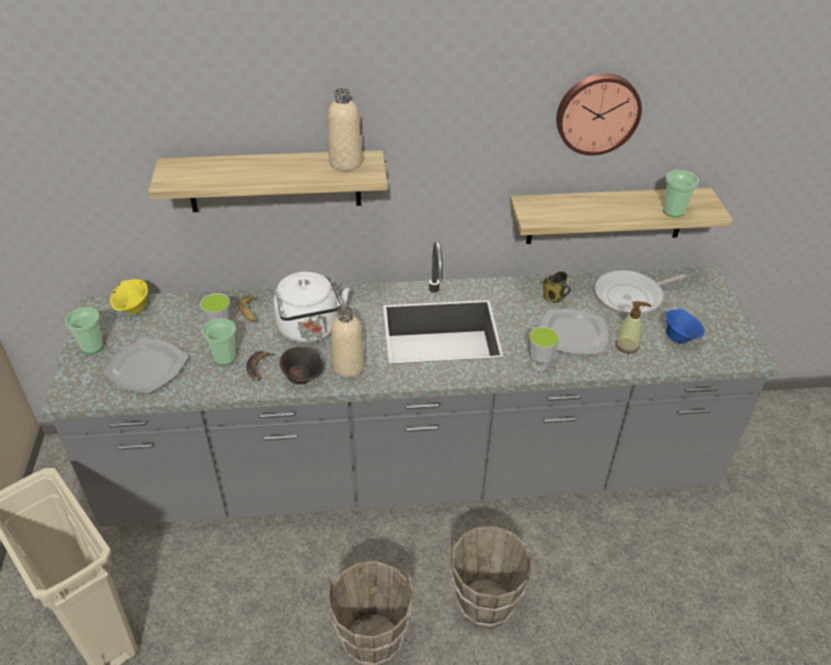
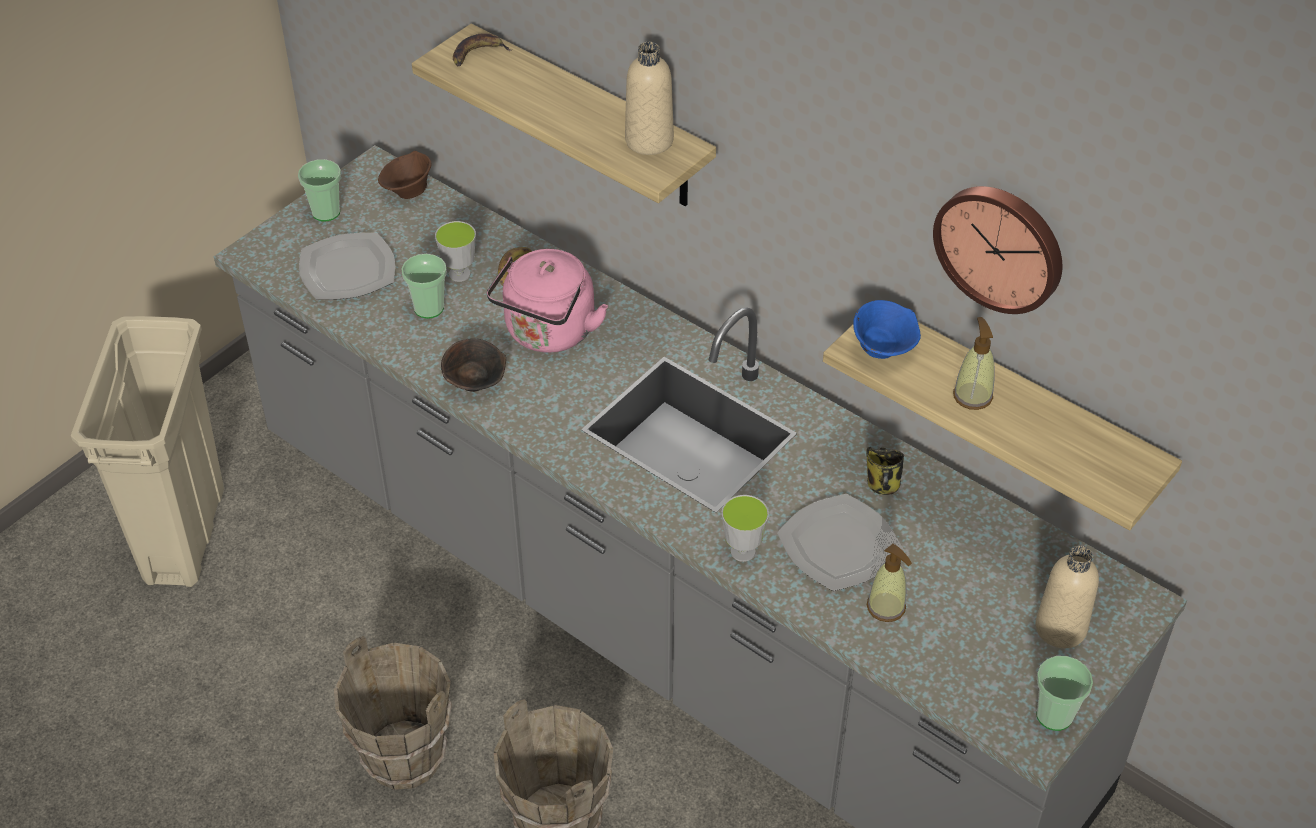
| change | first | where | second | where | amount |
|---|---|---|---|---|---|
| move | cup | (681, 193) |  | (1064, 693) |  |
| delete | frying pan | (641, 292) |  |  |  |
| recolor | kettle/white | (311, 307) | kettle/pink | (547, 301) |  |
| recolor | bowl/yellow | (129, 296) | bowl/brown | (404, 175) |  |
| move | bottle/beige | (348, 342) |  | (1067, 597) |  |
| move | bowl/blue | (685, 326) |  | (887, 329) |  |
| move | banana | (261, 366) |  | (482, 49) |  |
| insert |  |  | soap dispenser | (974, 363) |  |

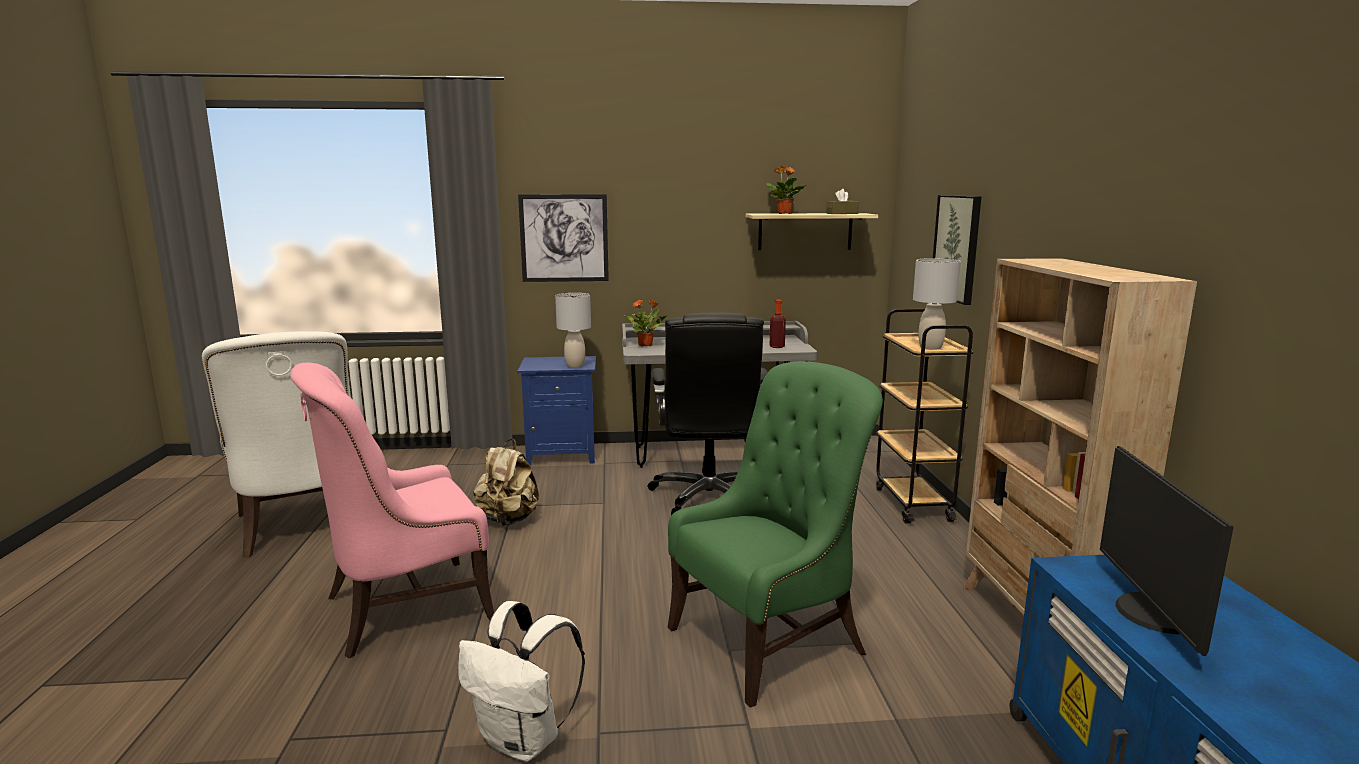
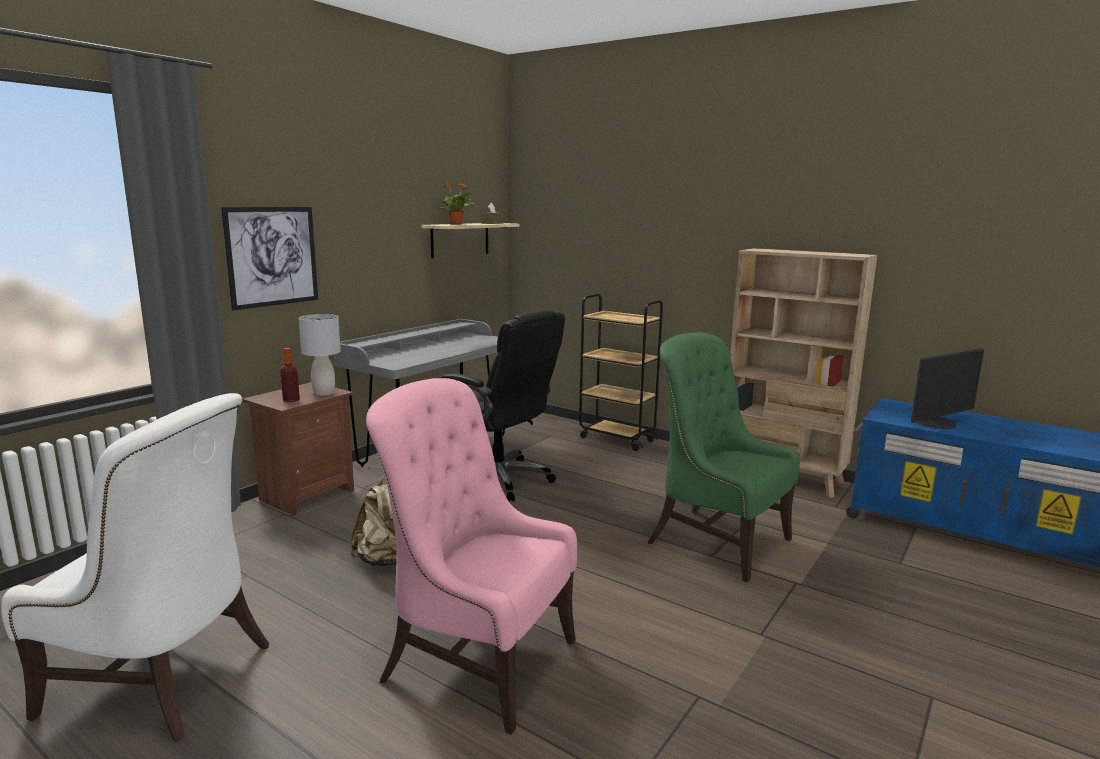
| change | first | where | second | where | amount |
|---|---|---|---|---|---|
| delete | picture | (957, 250) |  |  |  |
| delete | table lamp/grey | (937, 304) |  |  |  |
| delete | potted plant | (646, 323) |  |  |  |
| move | bottle | (777, 324) |  | (290, 375) |  |
| recolor | nightstand/blue | (557, 410) | nightstand/brown | (298, 449) |  |
| rotate | chair/green | (775, 534) |  | (724, 457) | 60 degrees counterclockwise |
| rotate | chair/pink | (392, 510) |  | (471, 556) | 105 degrees clockwise |
| rotate | monitor | (1167, 551) |  | (947, 389) | 75 degrees counterclockwise |
| delete | backpack/white | (521, 681) |  |  |  |

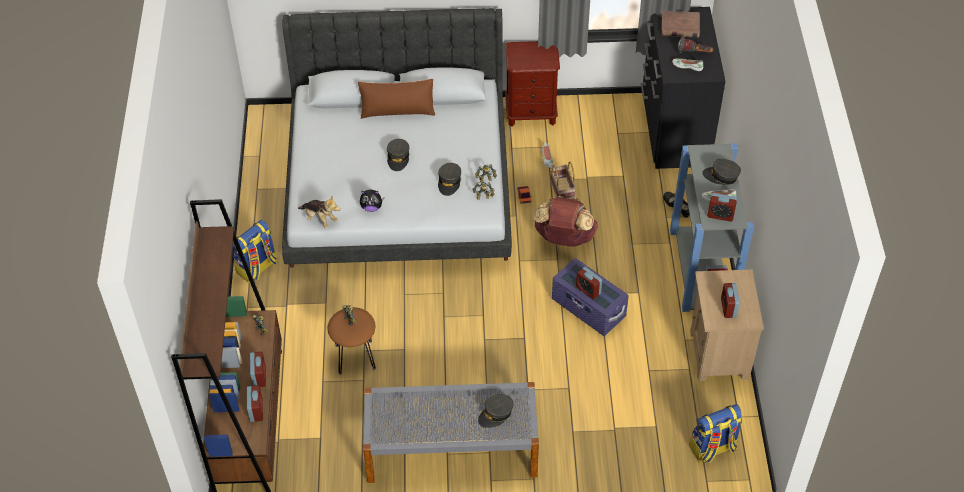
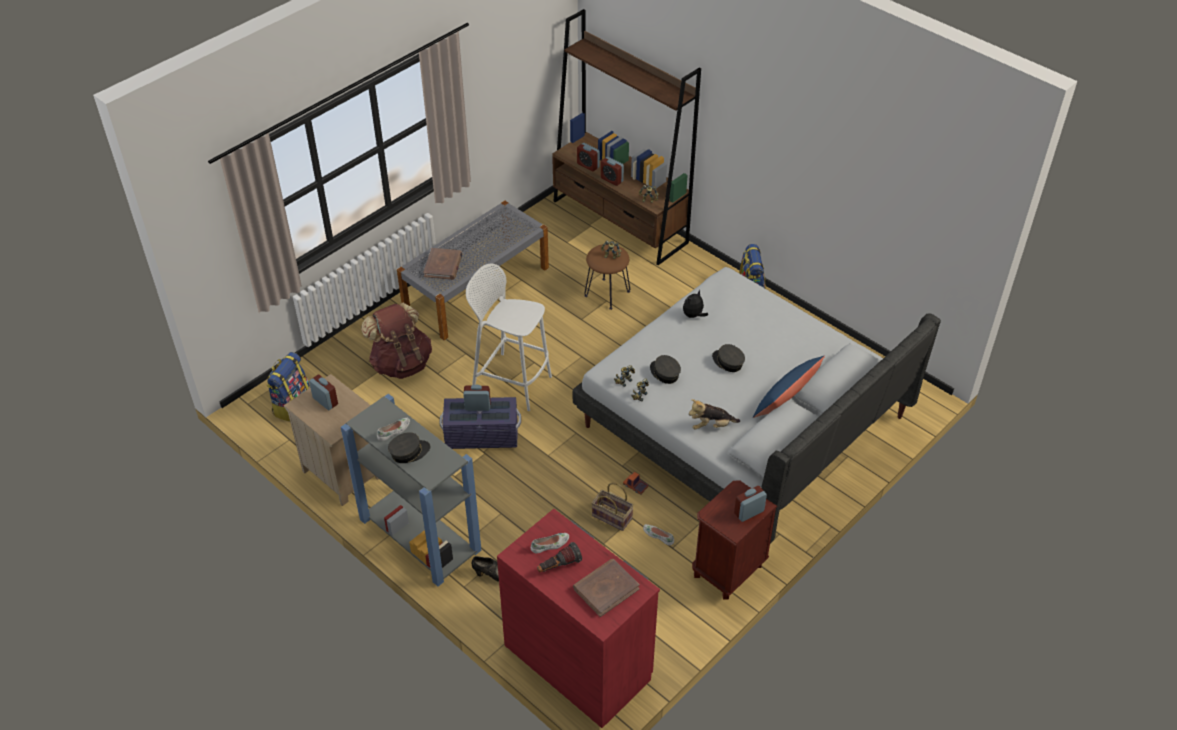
| change | first | where | second | where | amount |
|---|---|---|---|---|---|
| recolor | dresser/black | (683, 88) | dresser/red | (578, 618) |  |
| recolor | pillow/brown | (396, 99) | pillow/blue | (789, 387) |  |
| move | alarm clock | (722, 207) |  | (750, 504) |  |
| move | plush toy | (319, 212) |  | (714, 414) |  |
| move | backpack/brown | (565, 221) |  | (396, 341) |  |
| replace | cap/grey | (495, 411) | book/brown | (443, 264) |  |
| insert |  |  | stool/white | (509, 337) |  |

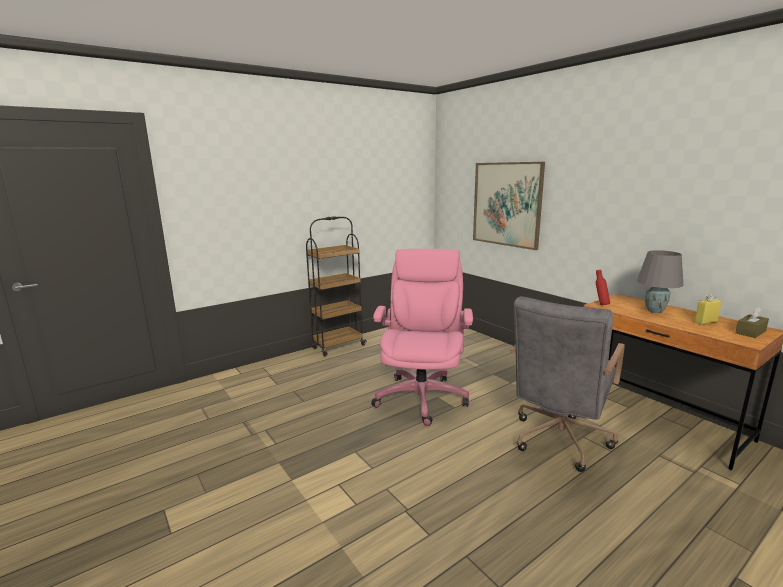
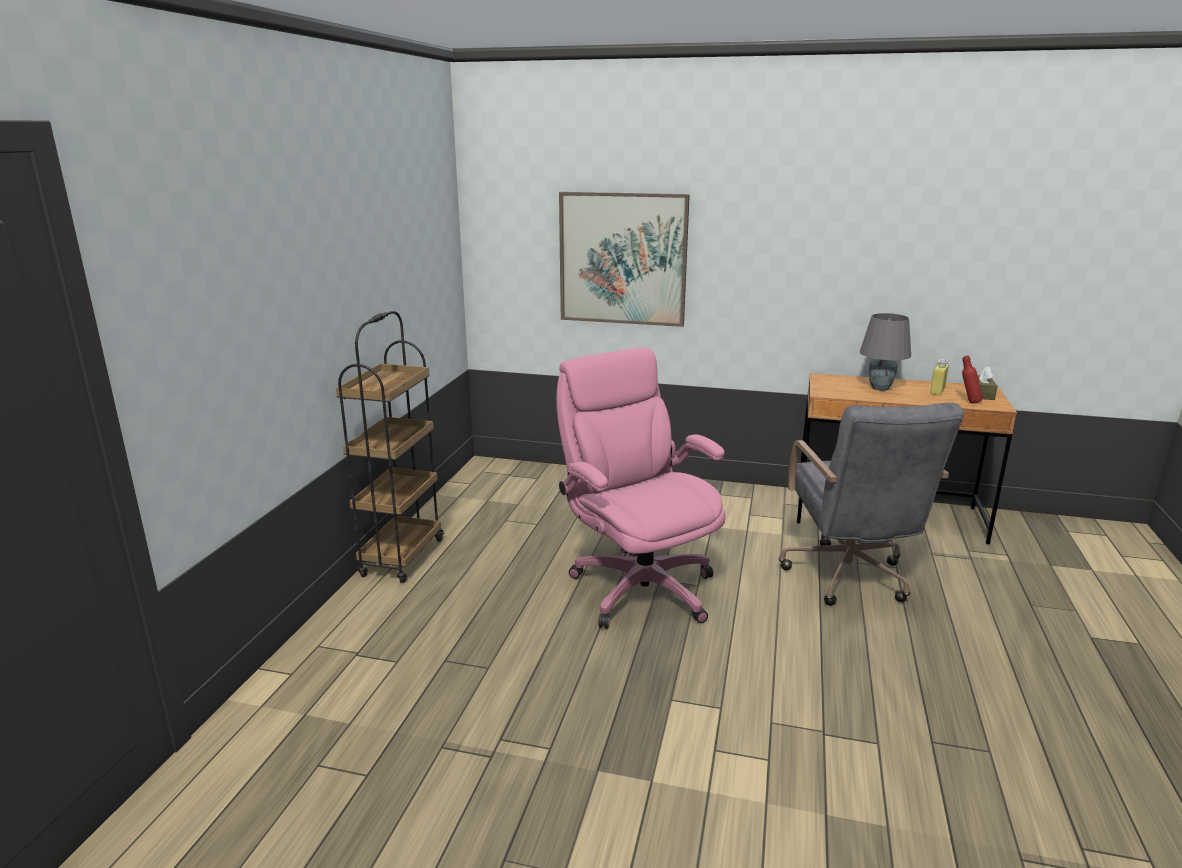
| change | first | where | second | where | amount |
|---|---|---|---|---|---|
| move | bottle/red | (602, 288) |  | (972, 379) |  |

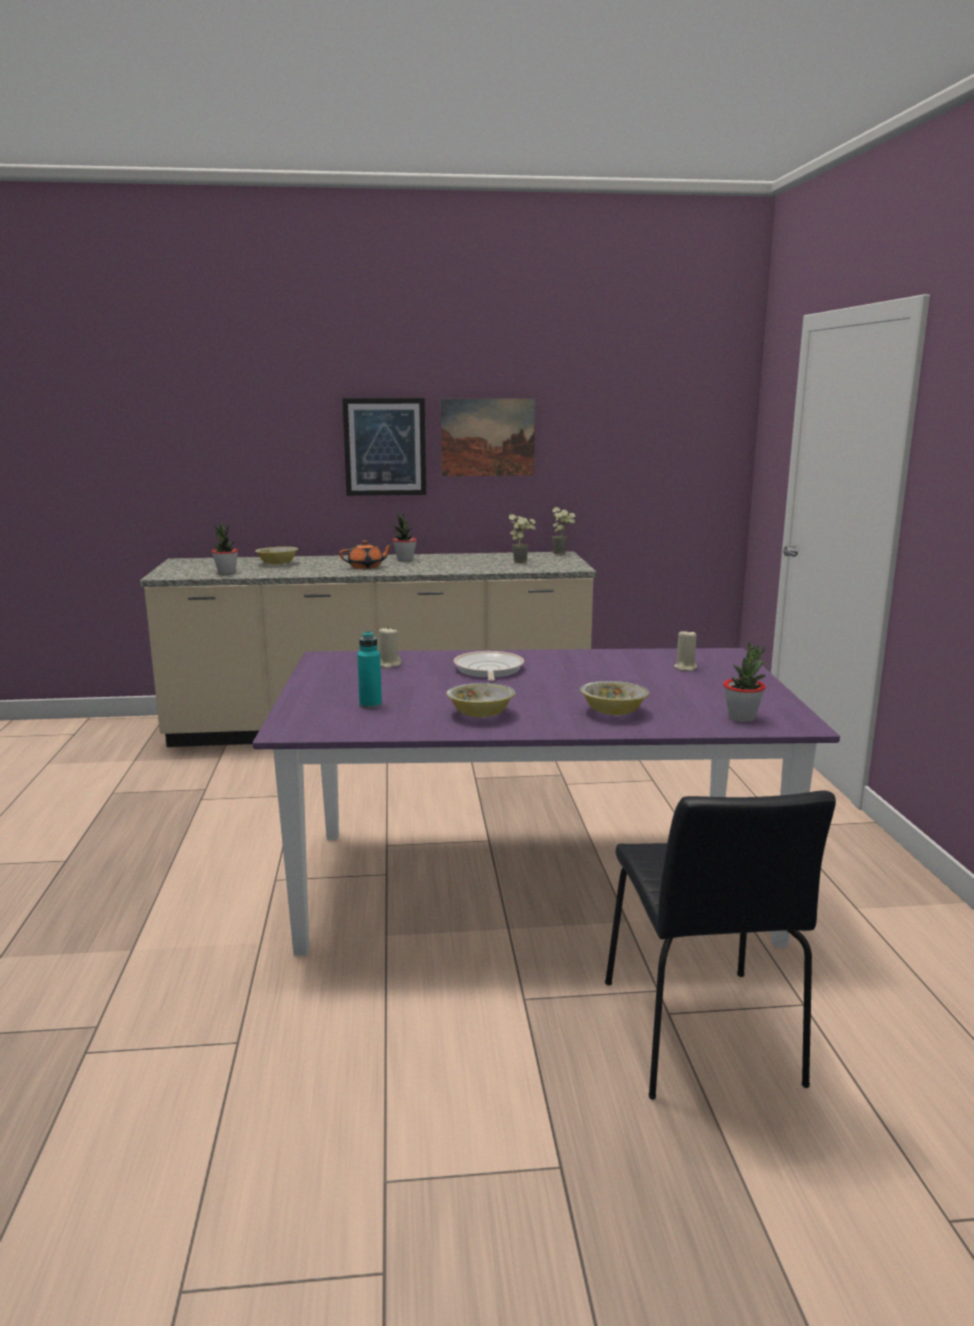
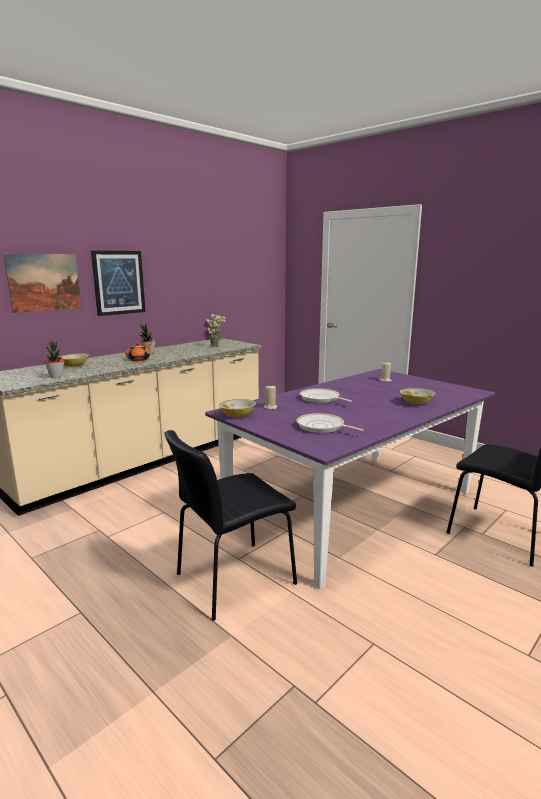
| change | first | where | second | where | amount |
|---|---|---|---|---|---|
| move | picture | (488, 437) |  | (43, 283) |  |
| replace | bottle/turquoise | (369, 670) | frying pan | (330, 423) |  |
| delete | potted plant | (744, 682) |  |  |  |
| move | bowl | (480, 700) |  | (237, 408) |  |
| insert |  |  | chair/black | (230, 525) |  |

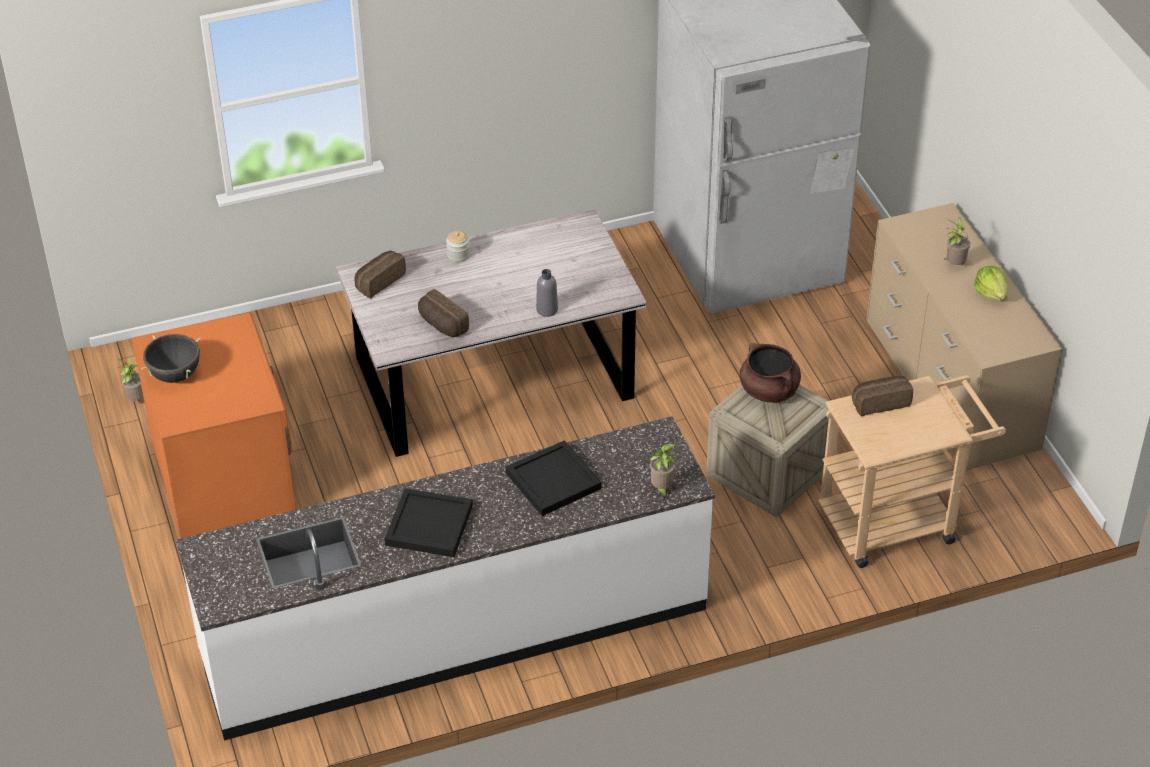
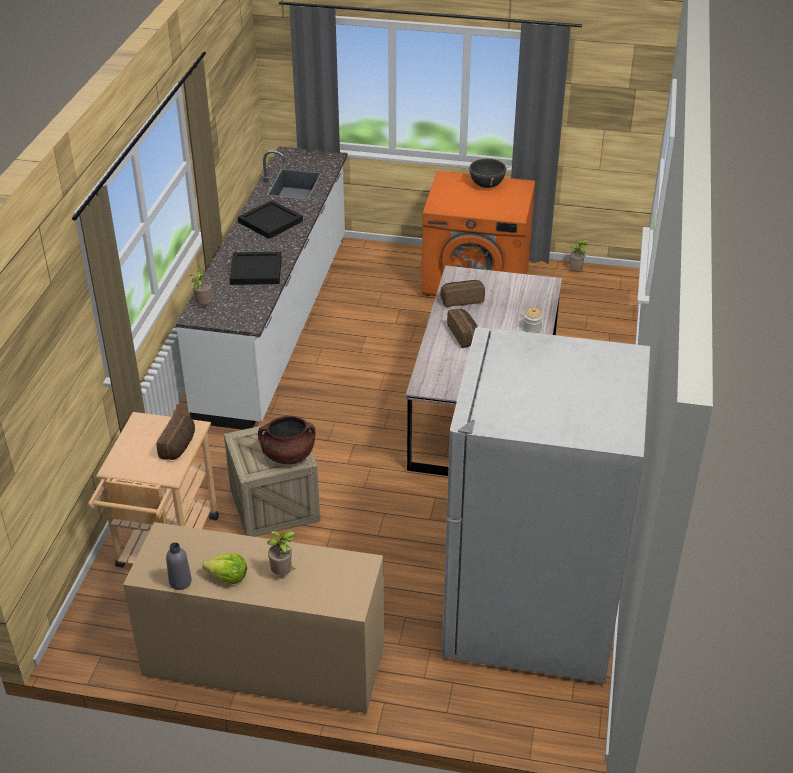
| change | first | where | second | where | amount |
|---|---|---|---|---|---|
| move | bread | (380, 274) |  | (462, 328) |  |
| move | bottle/grey | (547, 293) |  | (179, 566) |  |

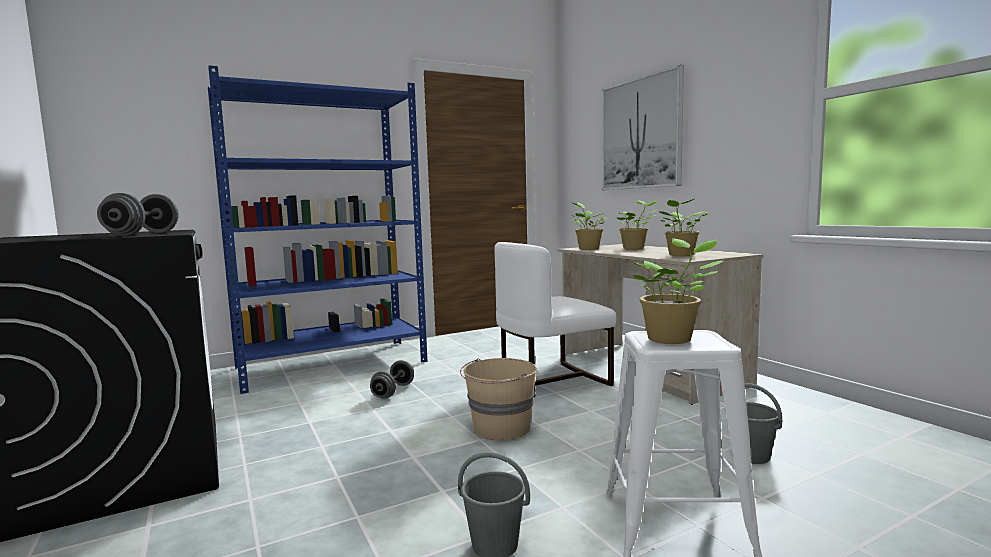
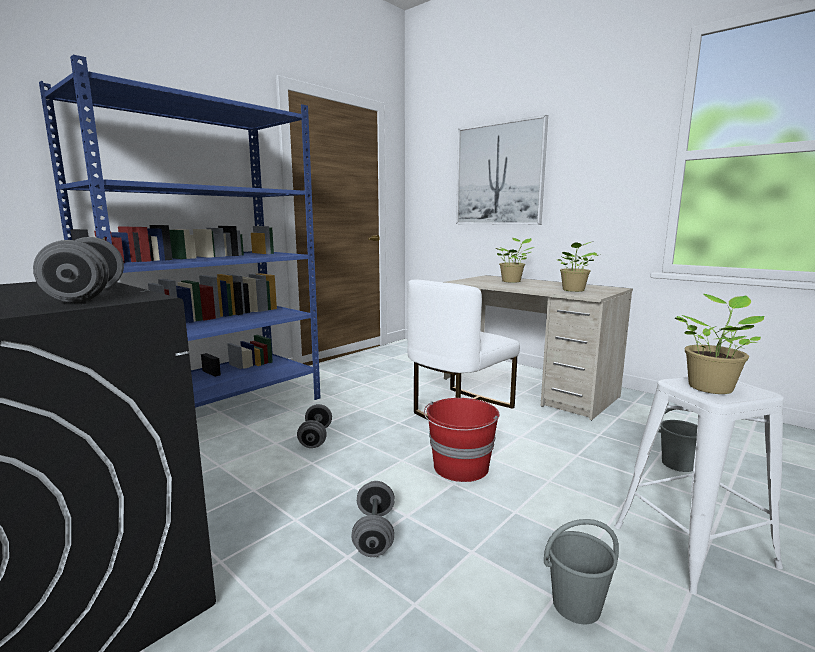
| change | first | where | second | where | amount |
|---|---|---|---|---|---|
| delete | potted plant | (588, 226) |  |  |  |
| recolor | bucket/beige | (498, 399) | bucket/red | (461, 440) |  |
| insert |  |  | dumbbell/grey | (373, 519) |  |

